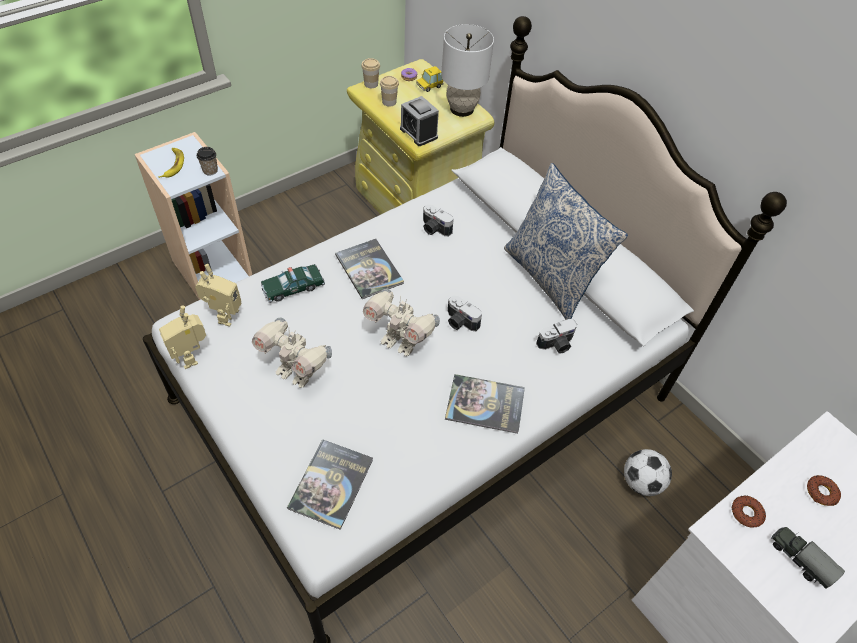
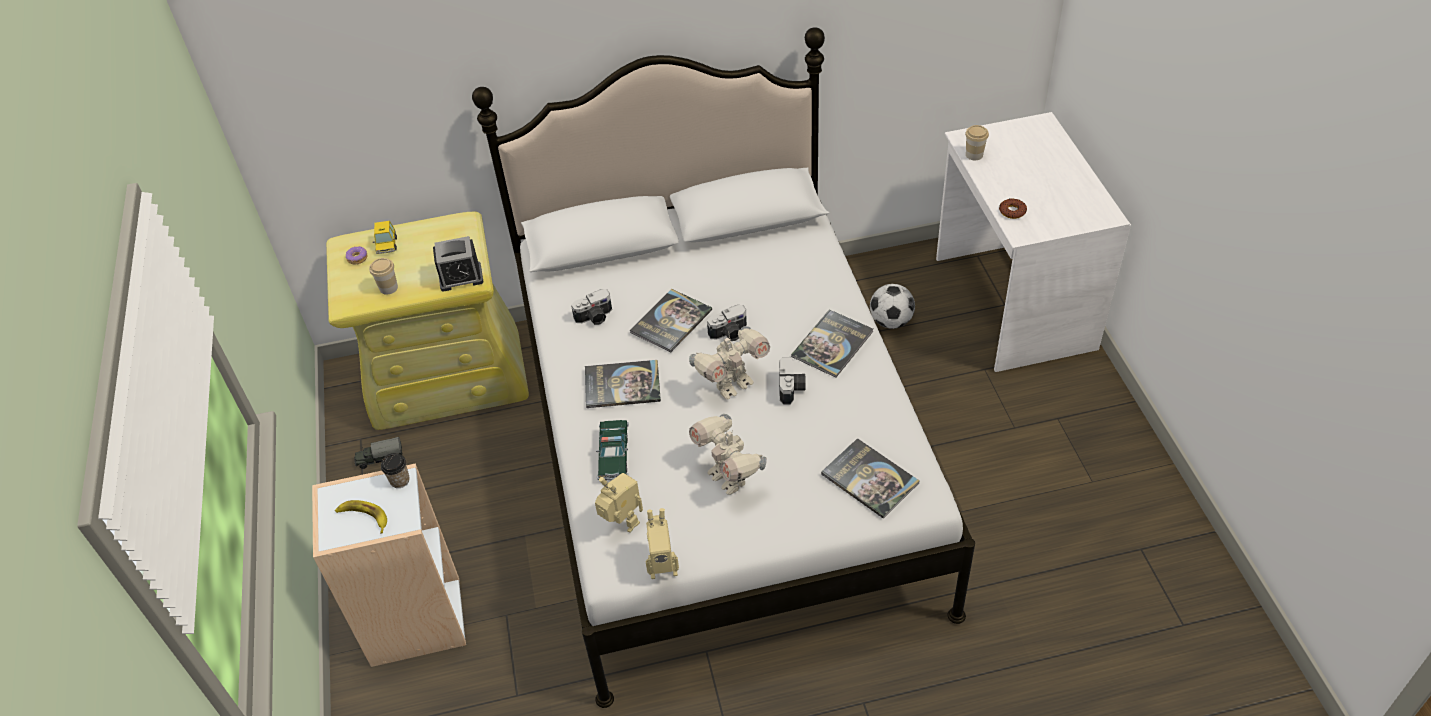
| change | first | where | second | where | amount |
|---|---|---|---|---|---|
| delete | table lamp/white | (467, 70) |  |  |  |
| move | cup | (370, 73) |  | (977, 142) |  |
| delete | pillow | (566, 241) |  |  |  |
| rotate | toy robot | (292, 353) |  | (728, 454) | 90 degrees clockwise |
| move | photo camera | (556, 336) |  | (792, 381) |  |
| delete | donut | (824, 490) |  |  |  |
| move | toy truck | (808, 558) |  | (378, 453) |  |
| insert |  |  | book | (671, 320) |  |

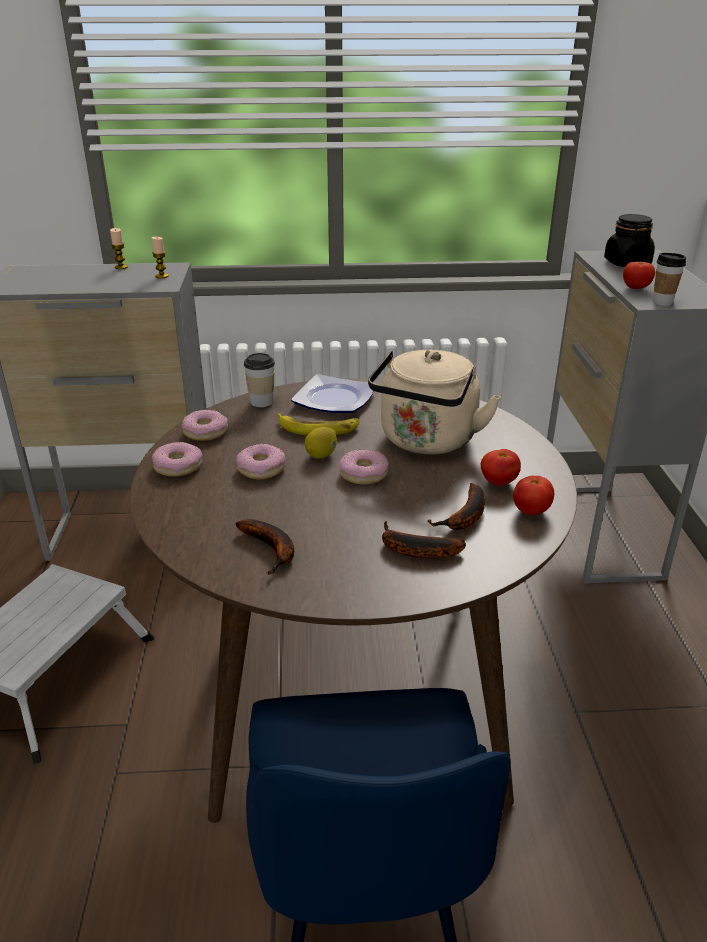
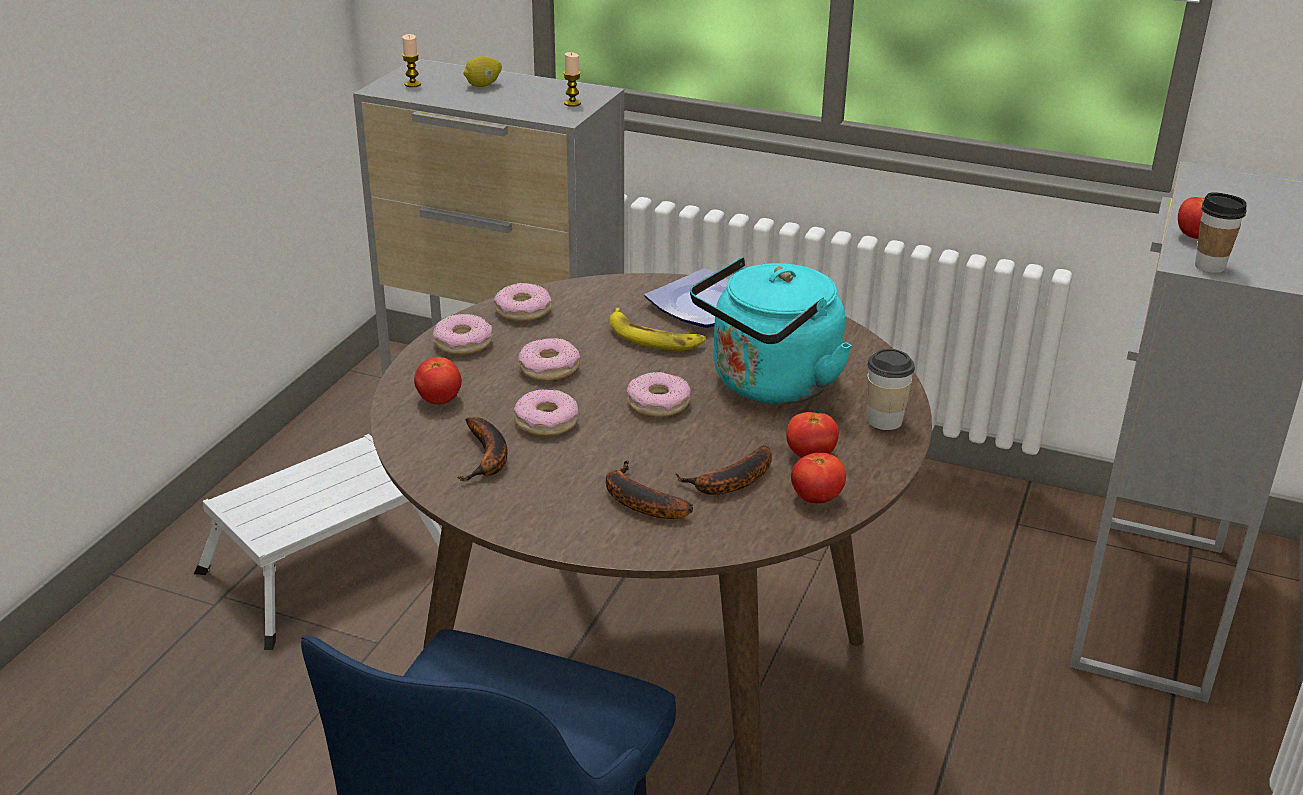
| change | first | where | second | where | amount |
|---|---|---|---|---|---|
| delete | jar/black | (629, 240) |  |  |  |
| move | candle | (119, 248) |  | (411, 60) |  |
| recolor | kettle/beige | (434, 402) | kettle/turquoise | (771, 330) |  |
| move | cup | (259, 380) |  | (891, 389) |  |
| move | lemon | (321, 443) |  | (482, 71) |  |
| insert |  |  | tomato | (438, 381) |  |
| insert |  |  | donut | (546, 412) |  |

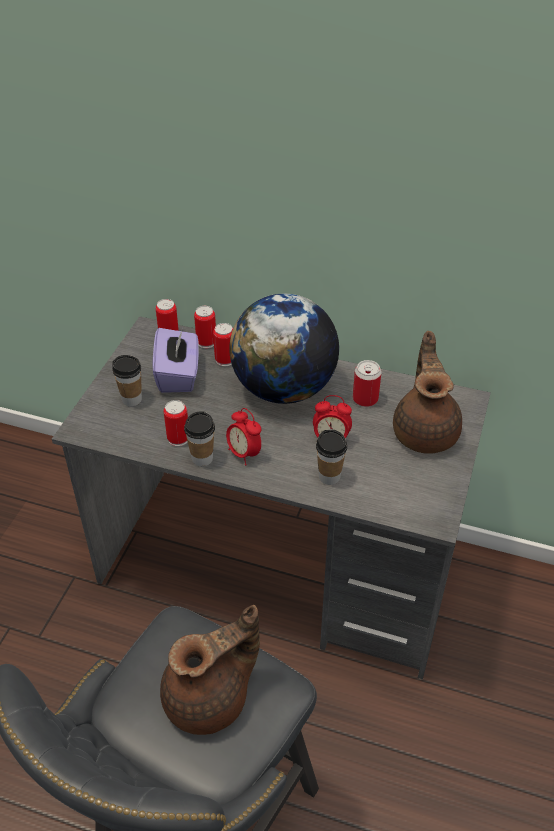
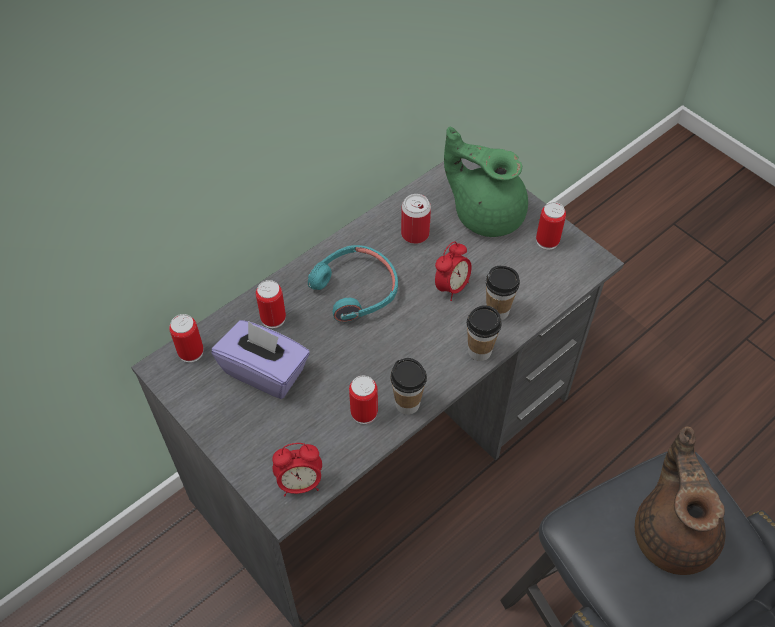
| change | first | where | second | where | amount |
|---|---|---|---|---|---|
| replace | globe | (284, 349) | headphones/turquoise | (353, 283) |  |
| move | can | (205, 327) |  | (551, 226) |  |
| recolor | teapot/brown | (427, 392) | teapot/green | (486, 182) |  |
| move | cup | (127, 380) |  | (484, 333) |  |
| move | alarm clock | (243, 436) |  | (297, 469) |  |

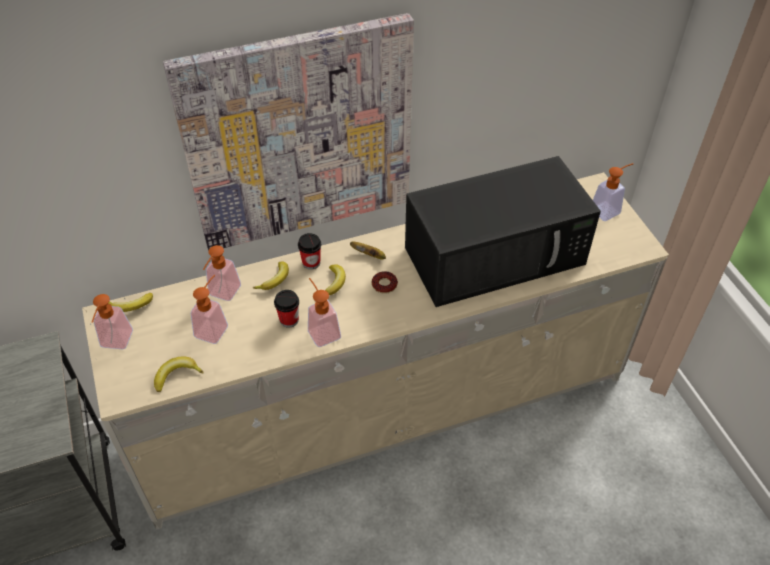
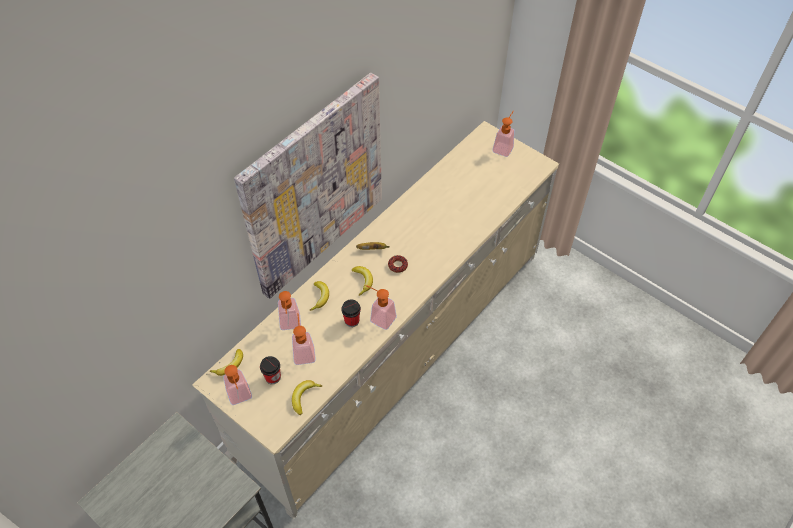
| change | first | where | second | where | amount |
|---|---|---|---|---|---|
| delete | microwave/black | (503, 231) |  |  |  |
| move | cup | (309, 251) |  | (270, 370) |  |

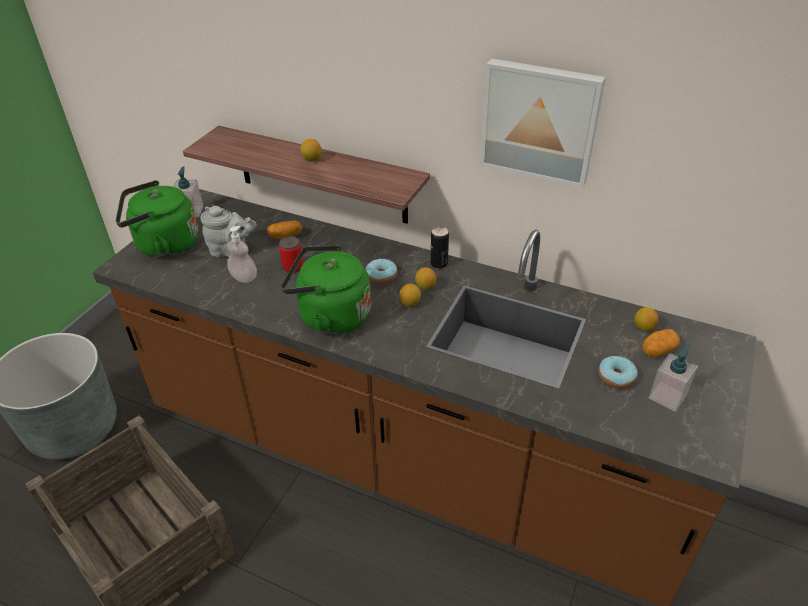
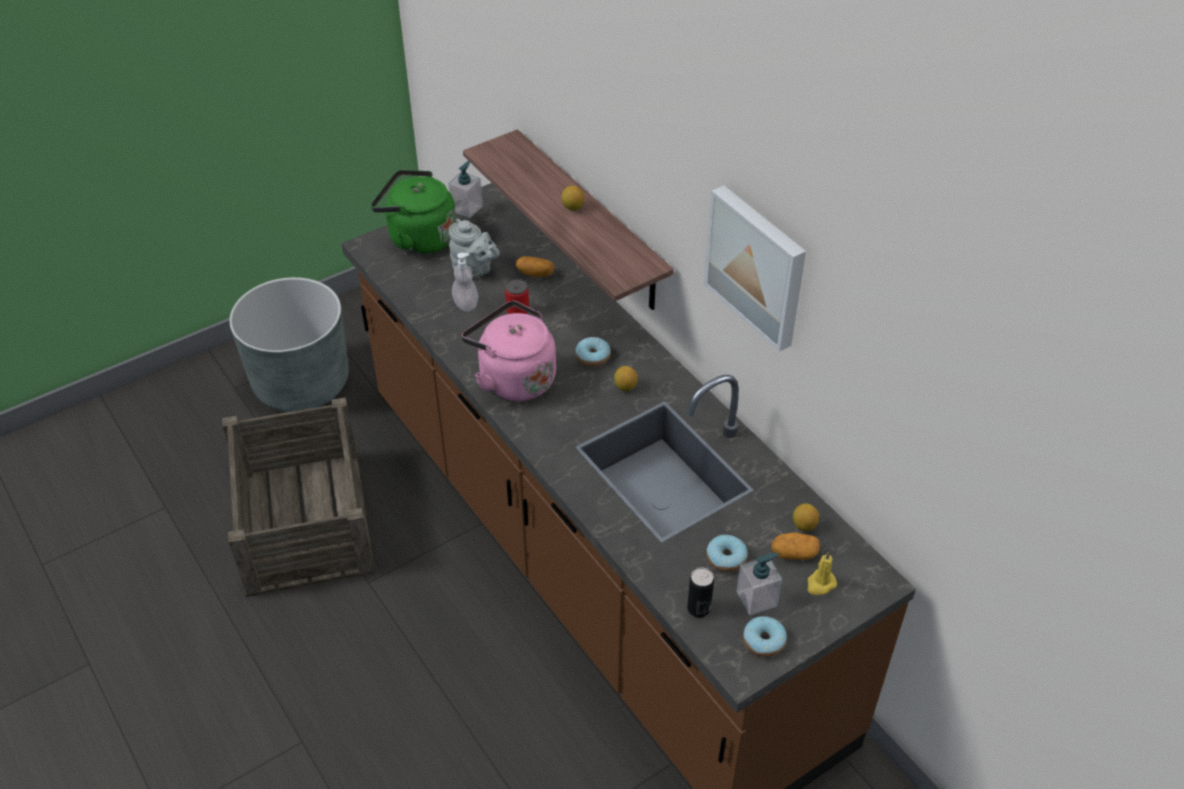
| change | first | where | second | where | amount |
|---|---|---|---|---|---|
| move | can | (440, 247) |  | (700, 592) |  |
| recolor | kettle/green | (326, 290) | kettle/pink | (509, 351) |  |
| delete | lemon | (410, 295) |  |  |  |
| insert |  |  | candle/yellow | (822, 573) |  |
| insert |  |  | donut | (765, 636) |  |

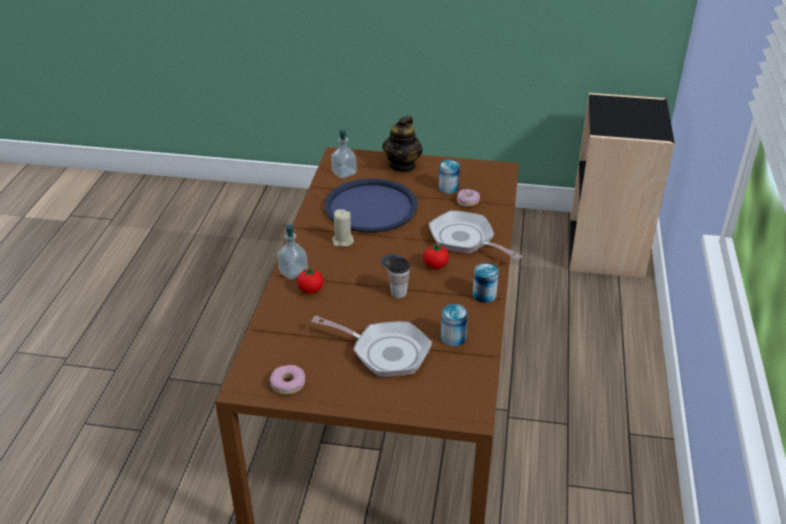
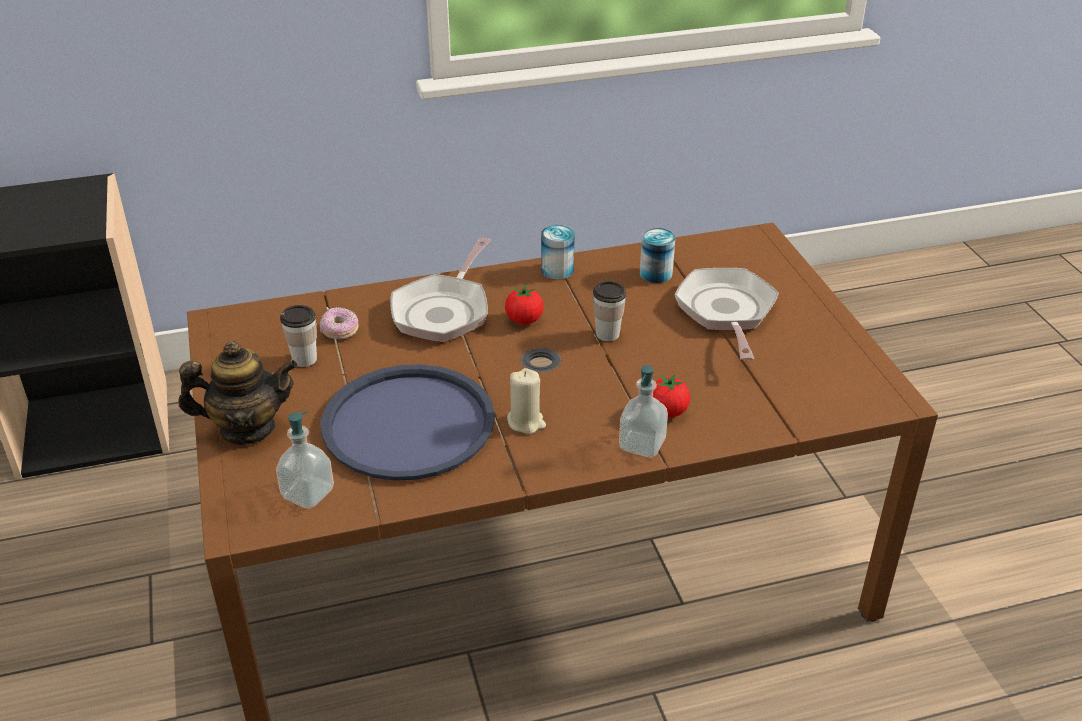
| change | first | where | second | where | amount |
|---|---|---|---|---|---|
| replace | can | (449, 177) | cup | (298, 336) |  |
| delete | donut | (287, 380) |  |  |  |

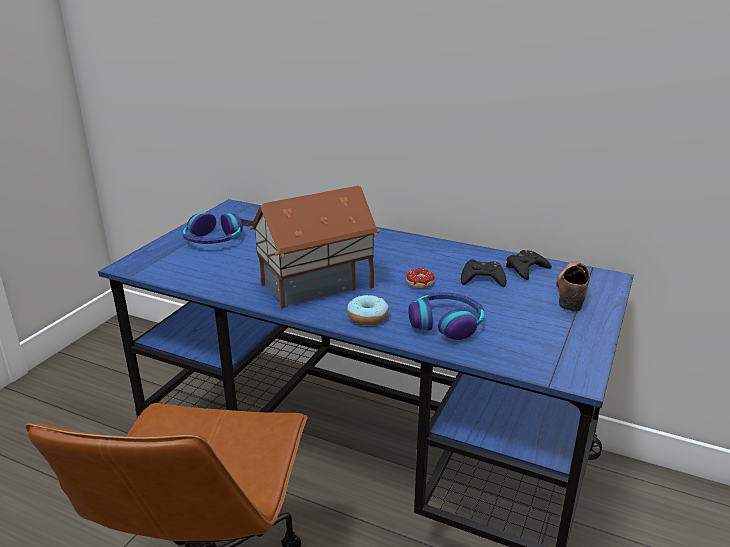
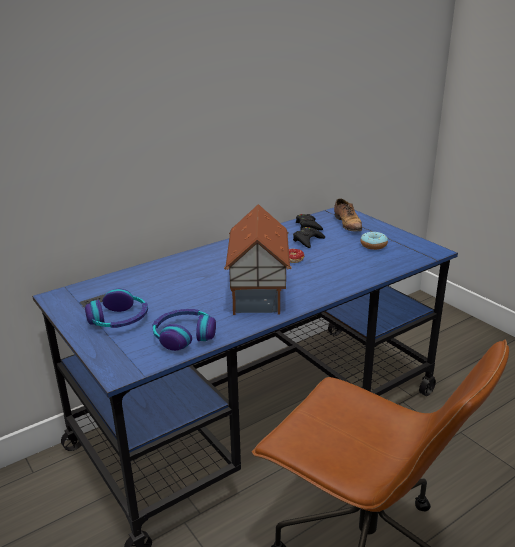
| change | first | where | second | where | amount |
|---|---|---|---|---|---|
| rotate | shoe | (573, 286) |  | (348, 215) | 150 degrees counterclockwise |
| move | headphones | (446, 316) |  | (184, 330) |  |
| move | donut | (367, 310) |  | (374, 241) |  |

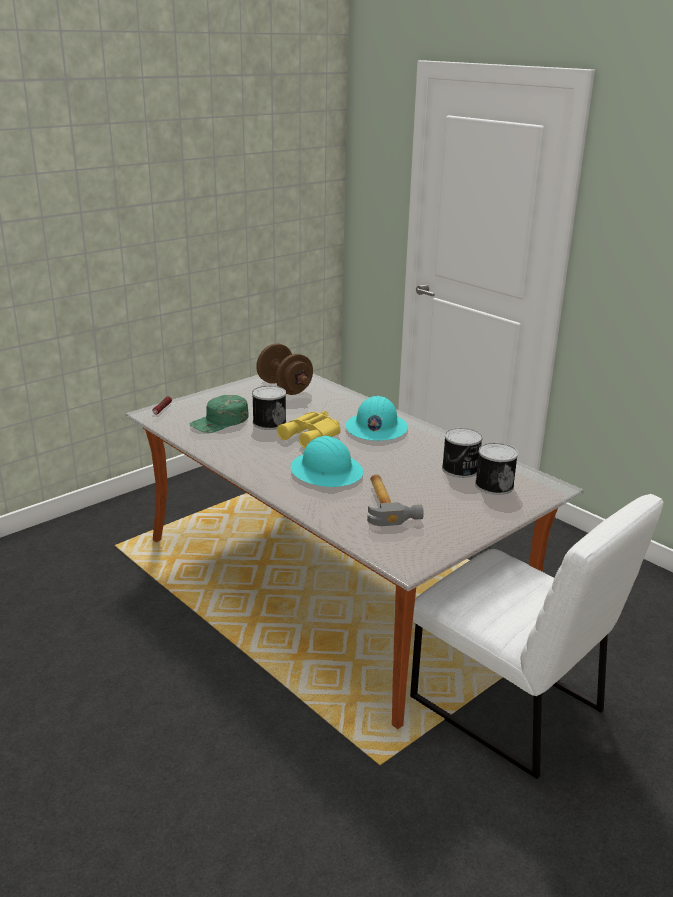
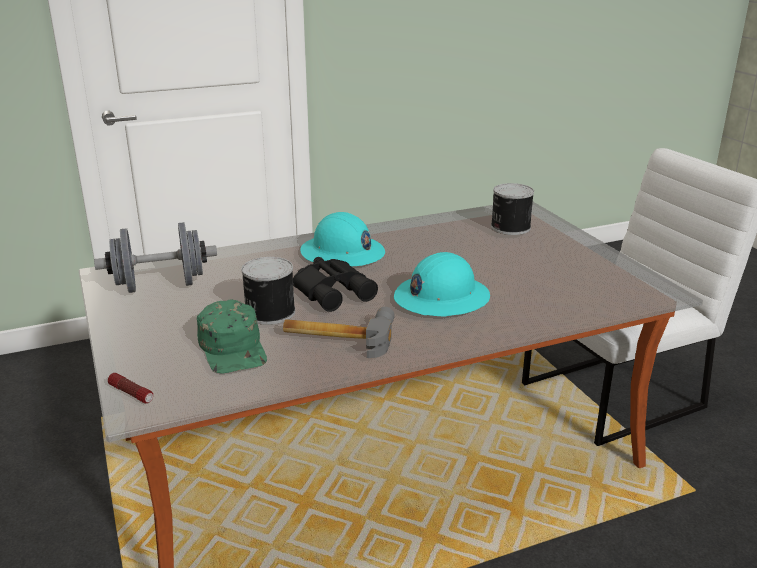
| change | first | where | second | where | amount |
|---|---|---|---|---|---|
| recolor | dumbbell/brown | (284, 369) | dumbbell/grey | (155, 257) |  |
| recolor | binoculars/yellow | (309, 429) | binoculars/black | (335, 284) |  |
| delete | can | (462, 453) |  |  |  |
| move | hammer | (395, 500) |  | (339, 332) |  |

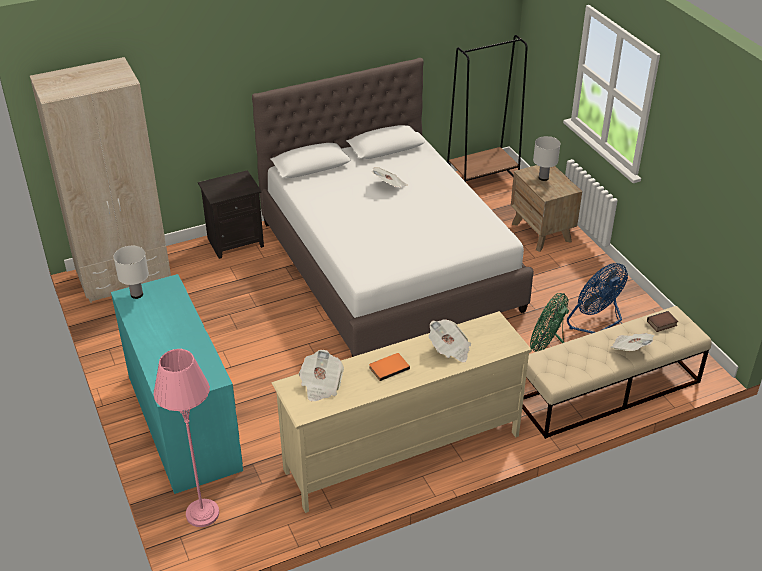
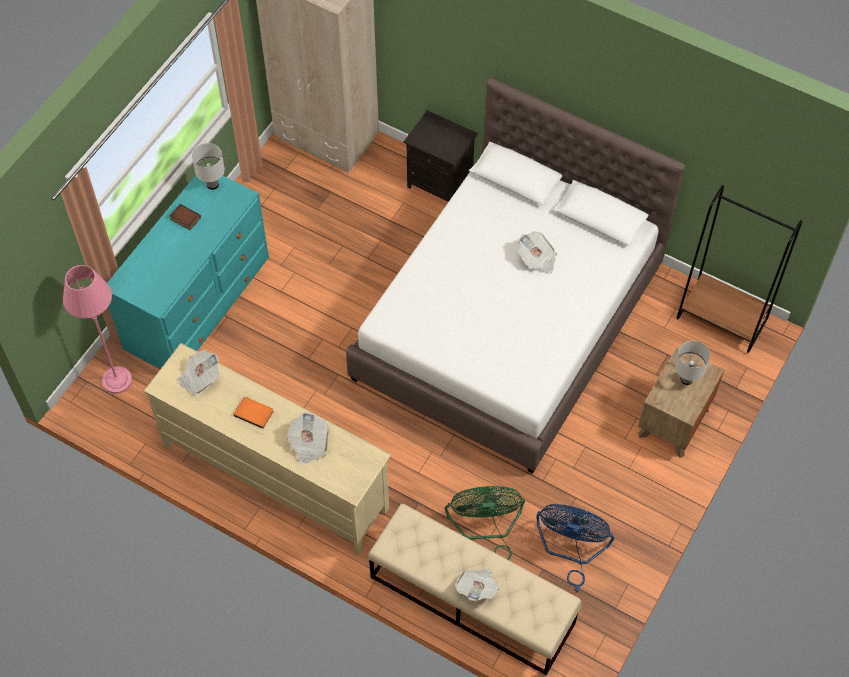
| change | first | where | second | where | amount |
|---|---|---|---|---|---|
| move | book | (662, 321) |  | (185, 217) |  |

